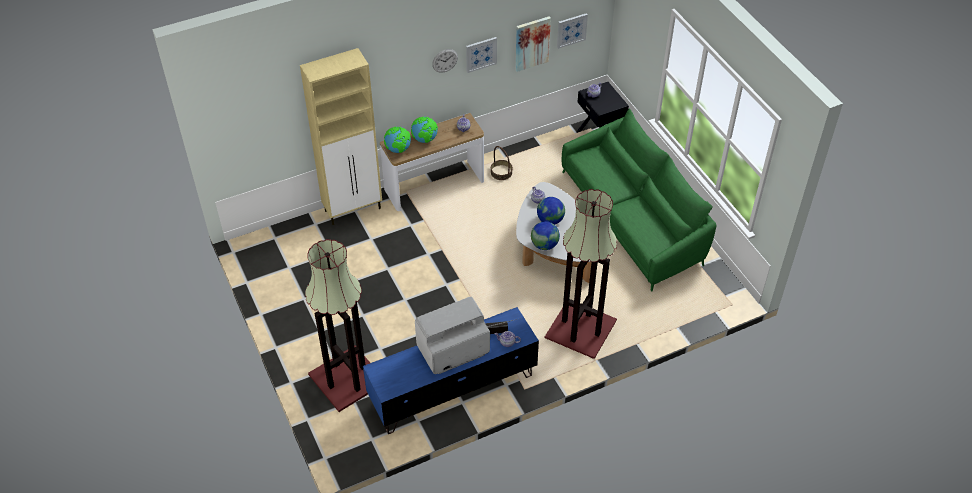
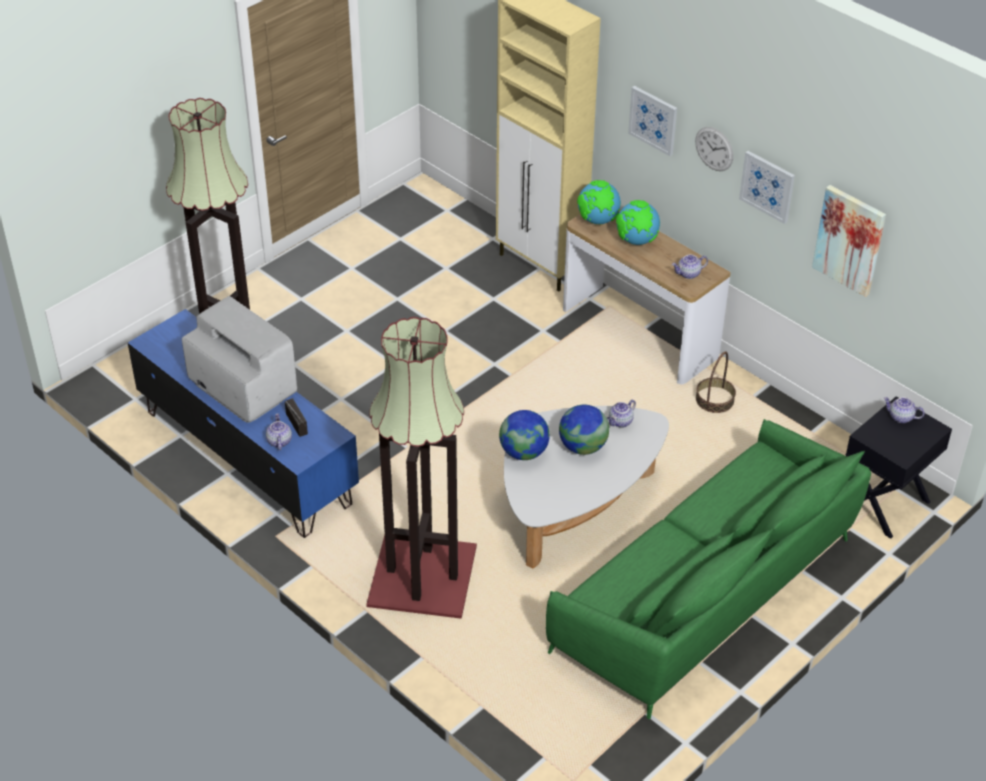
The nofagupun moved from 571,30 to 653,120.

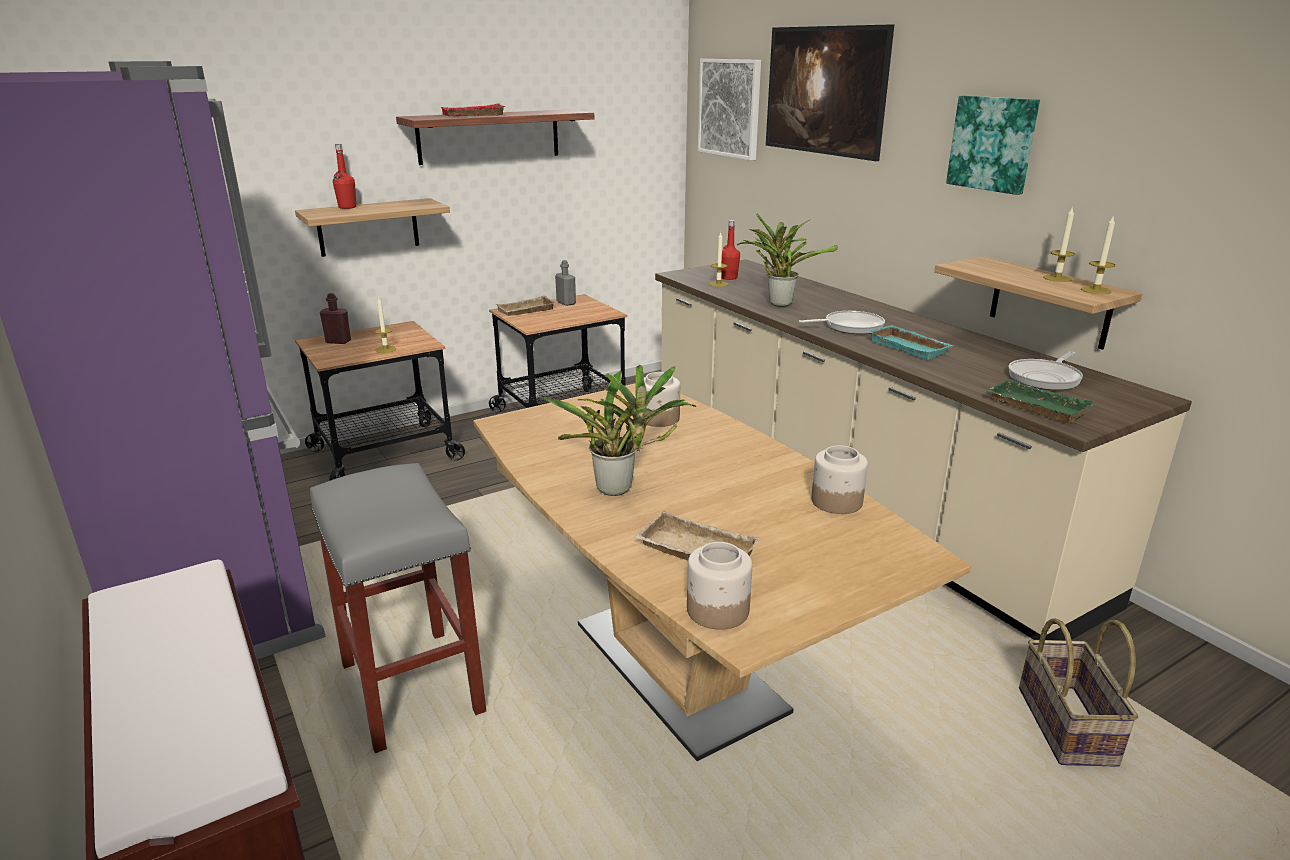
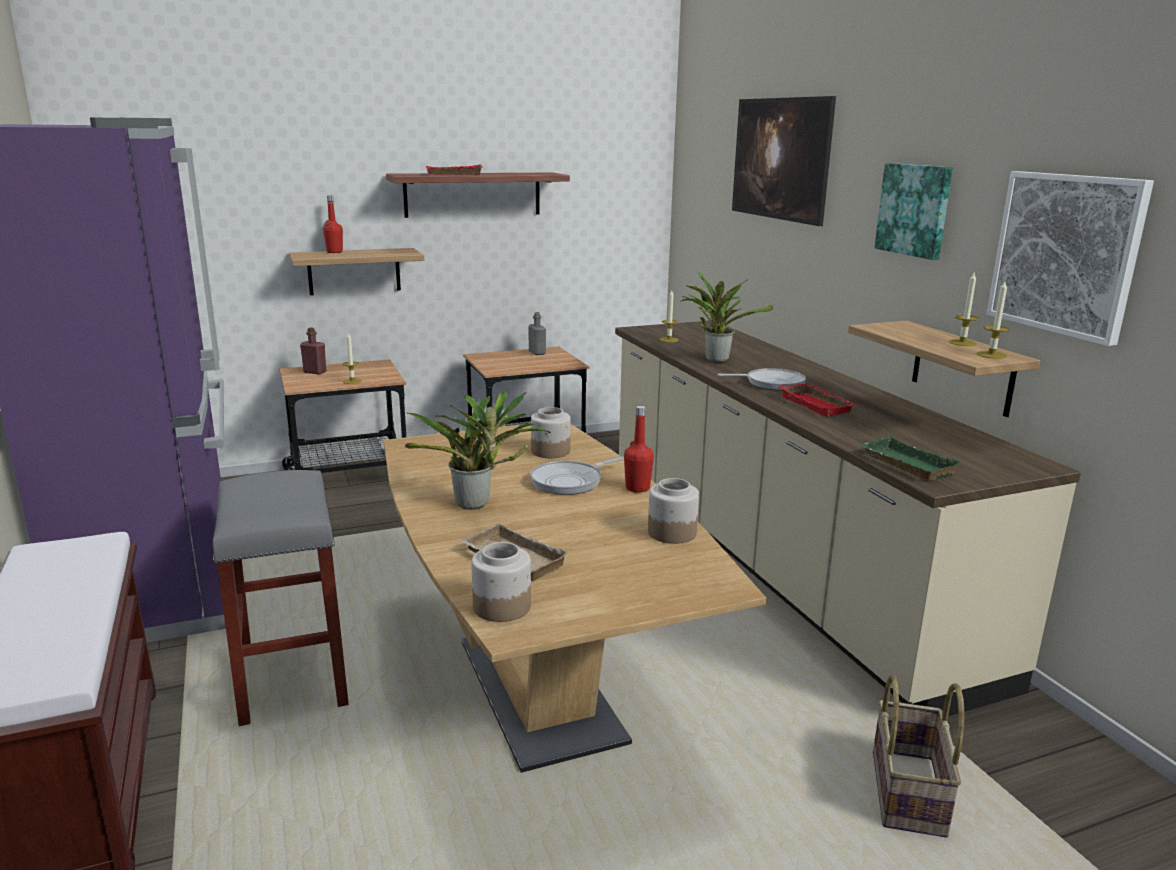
The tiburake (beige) at 526,311 disappeared.
The nofagupun moved from 730,108 to 1065,254.
The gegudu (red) moved from 729,278 to 637,488.
The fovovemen moved from 1046,378 to 570,481.
The tiburake (turquoise) at 910,347 became the tiburake (red) at 818,405.

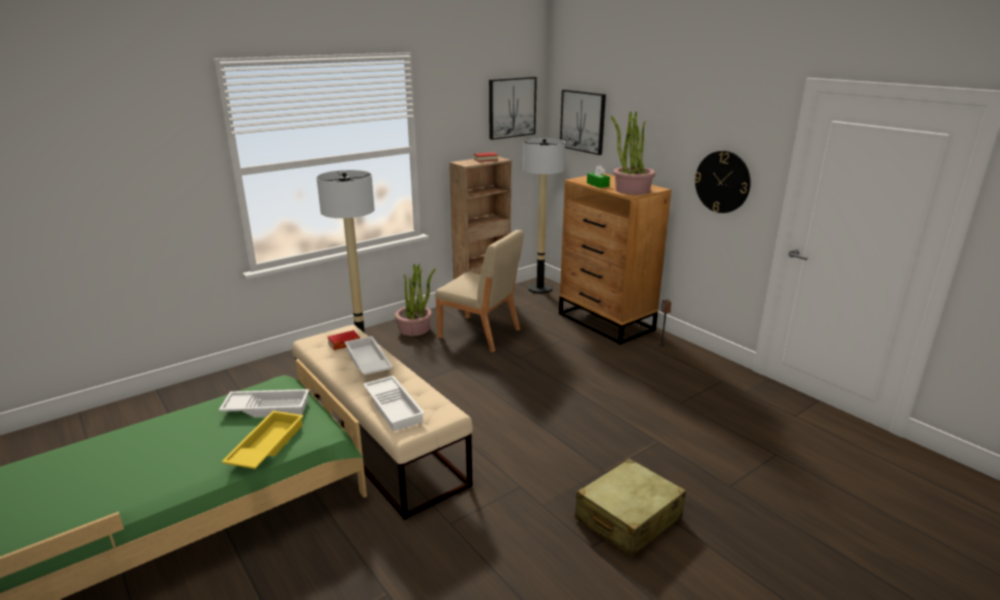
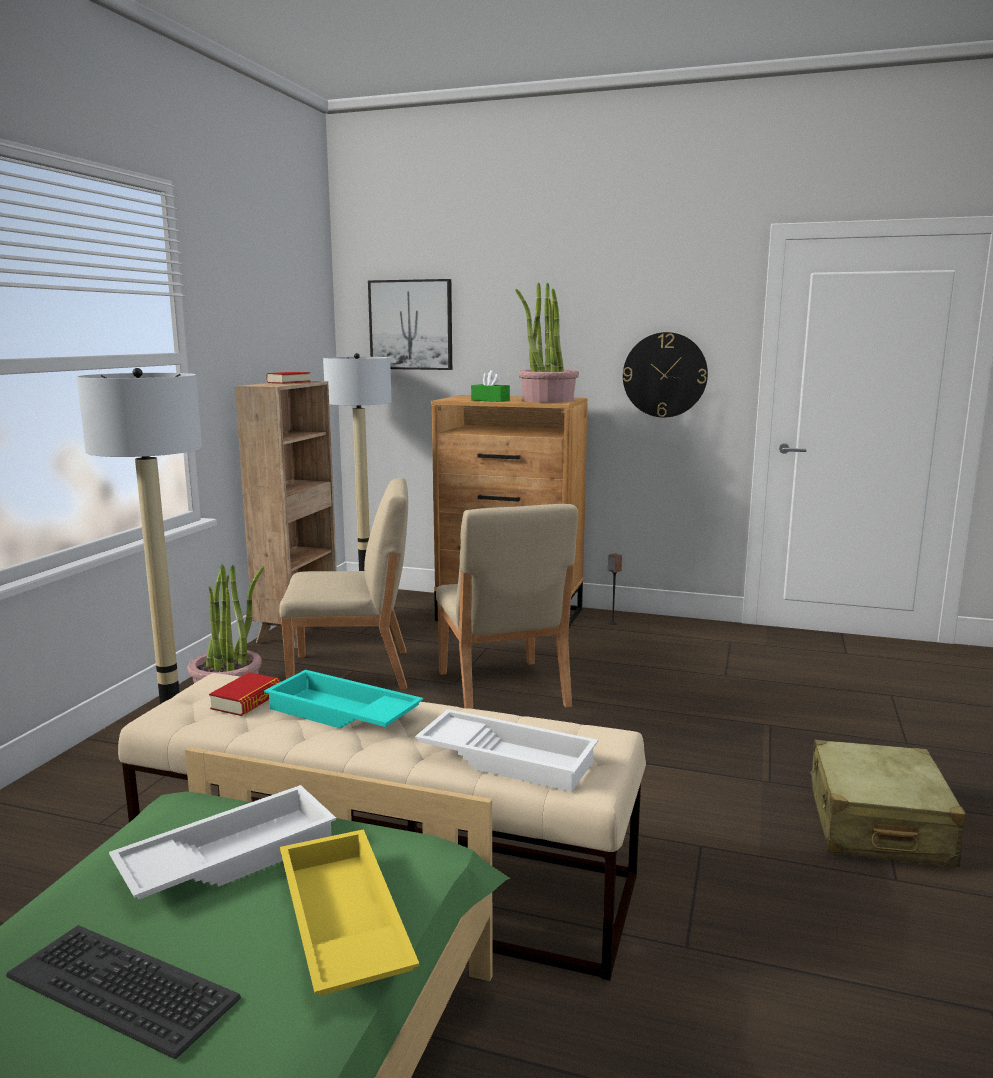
The nofagupun at 511,107 disappeared.
The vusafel at 124,987 appeared.
The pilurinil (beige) at 502,690 appeared.
The tiburake (white) at 367,362 became the tiburake (turquoise) at 340,714.

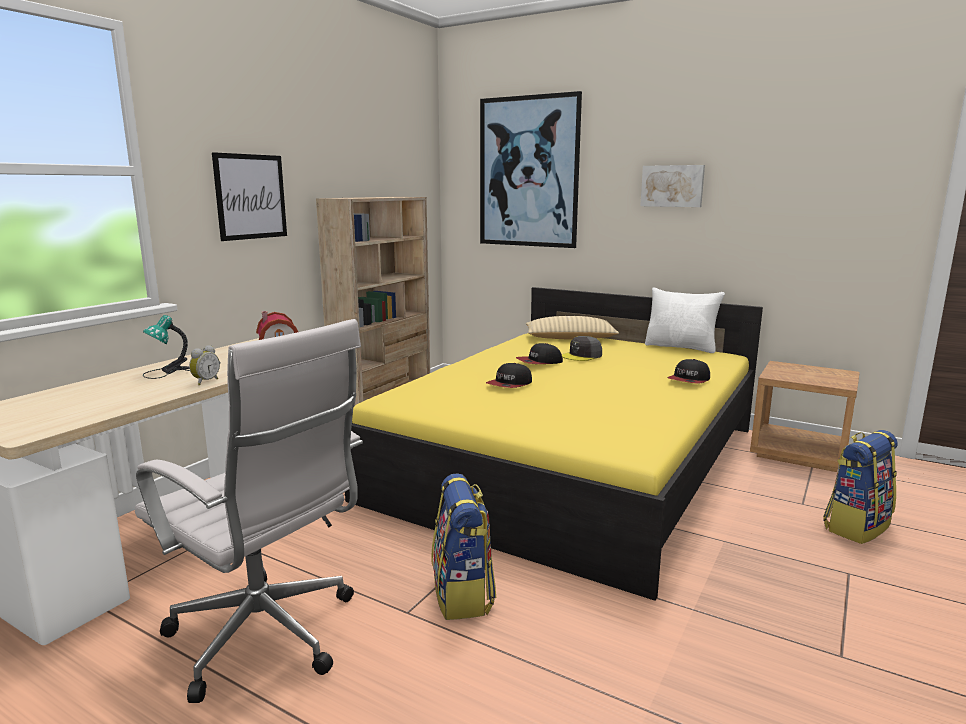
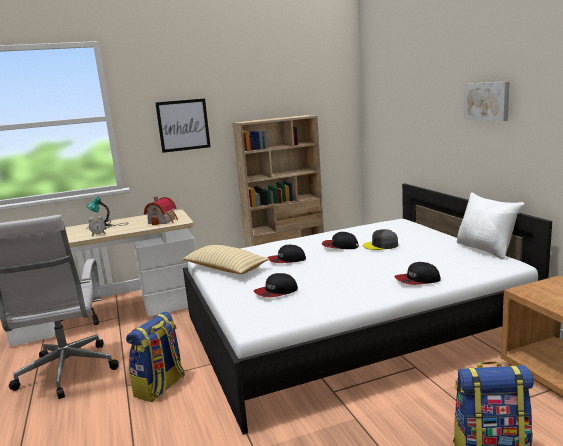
The nofagupun at 528,172 disappeared.
The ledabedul at 276,292 appeared.
The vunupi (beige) moved from 570,338 to 225,268.
The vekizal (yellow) at 572,462 became the vekizal (white) at 348,327.

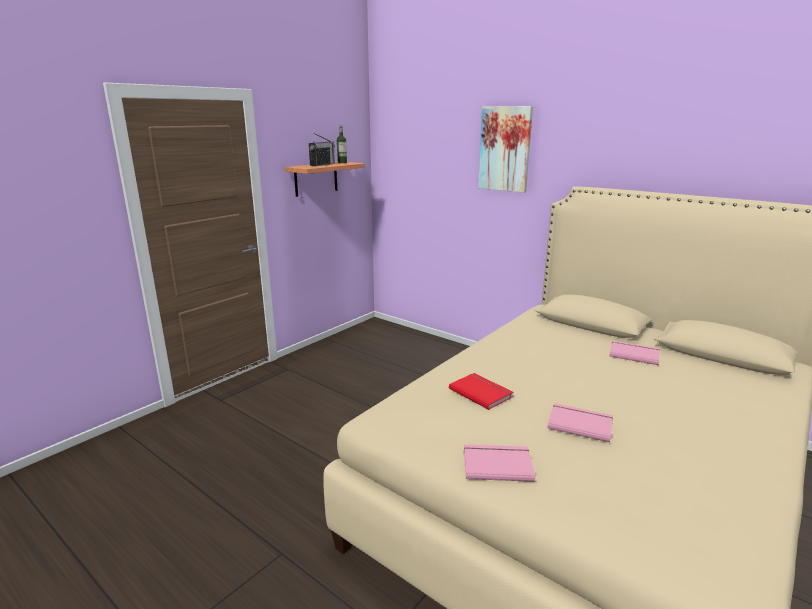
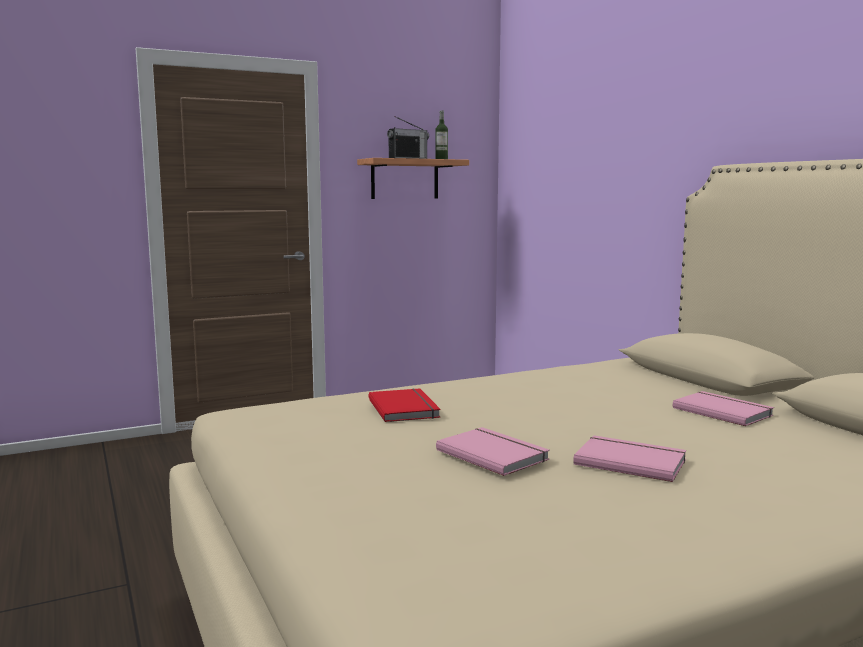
The nofagupun at 505,149 disappeared.
The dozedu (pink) moved from 497,464 to 630,461.

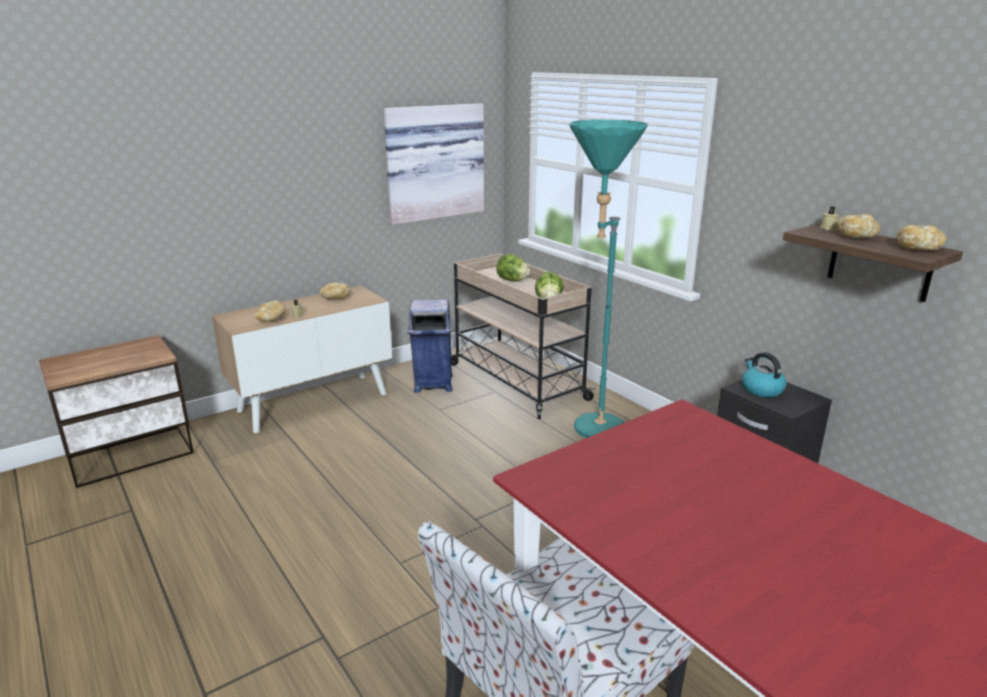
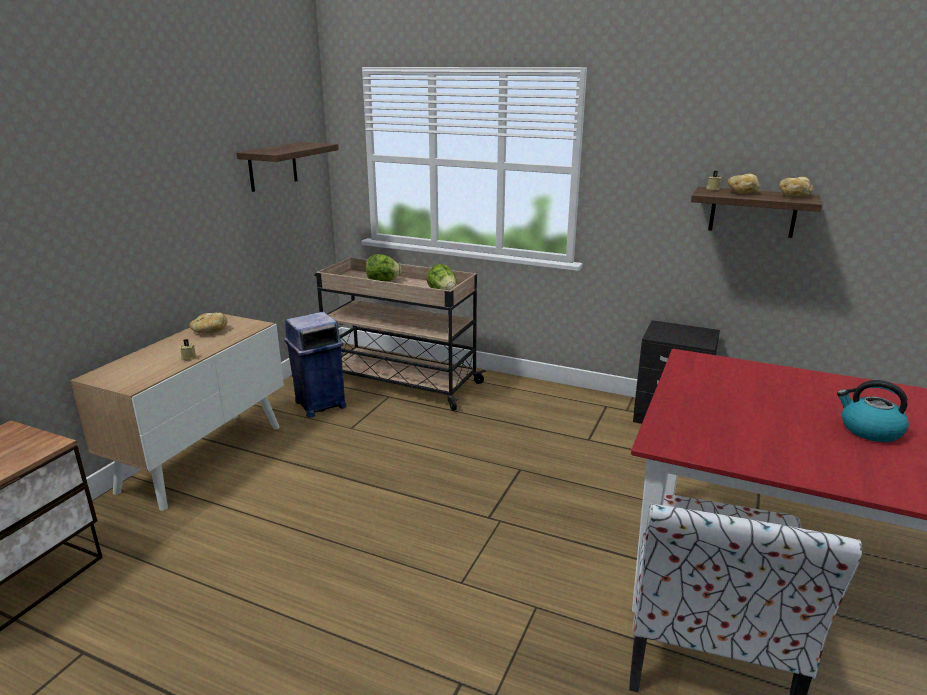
The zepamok at 271,319 disappeared.
The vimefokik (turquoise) at 592,432 disappeared.
The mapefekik moved from 761,389 to 869,430.
The nofagupun at 433,162 was replaced by the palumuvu at 273,166.

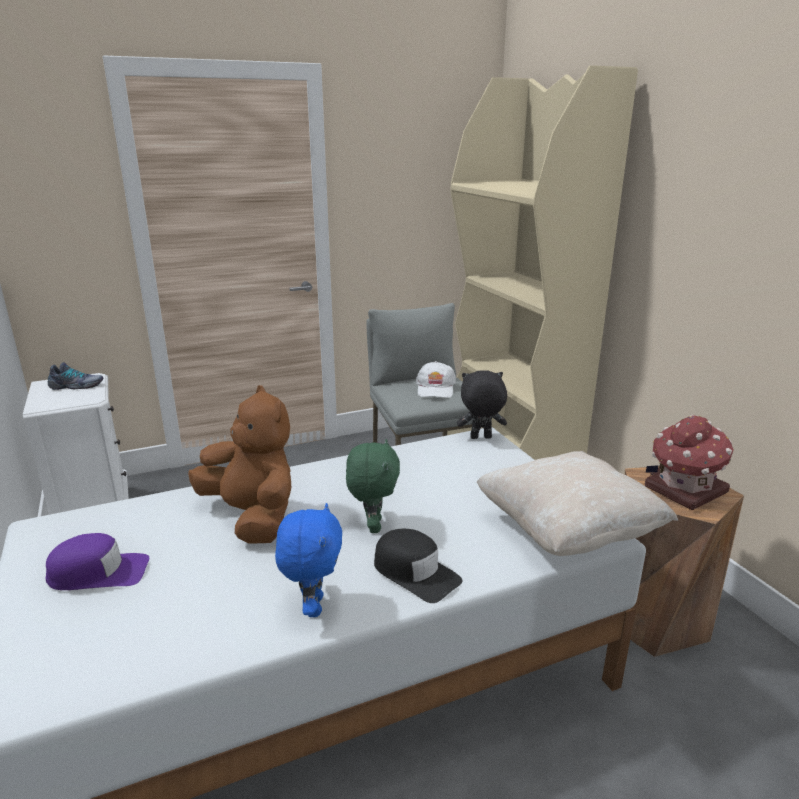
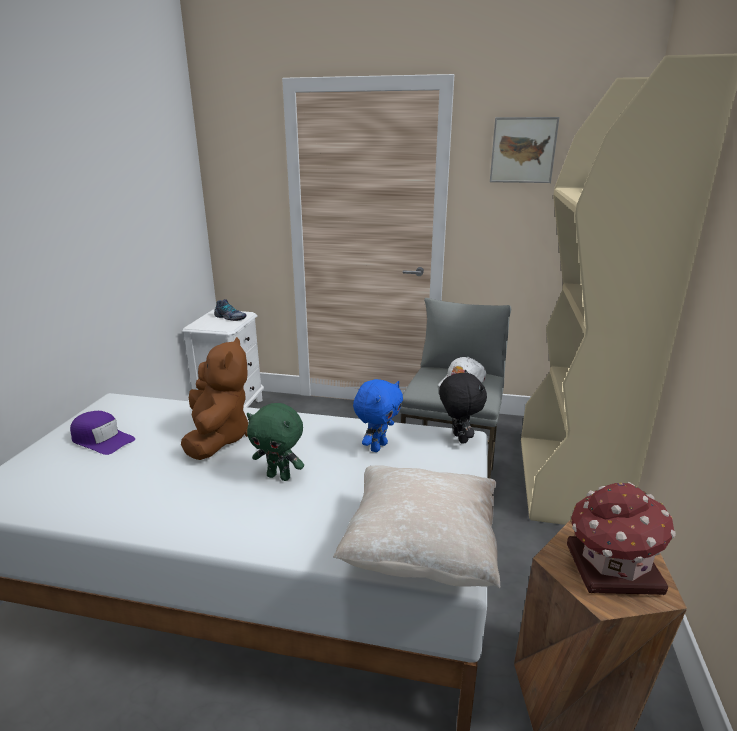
The ledabedul (black) at 415,572 disappeared.
The nofagupun at 523,150 appeared.
The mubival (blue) moved from 312,606 to 377,446.
The mubival (green) at 373,525 turned 75 degrees clockwise.
The mubival (black) at 480,438 turned 45 degrees clockwise.

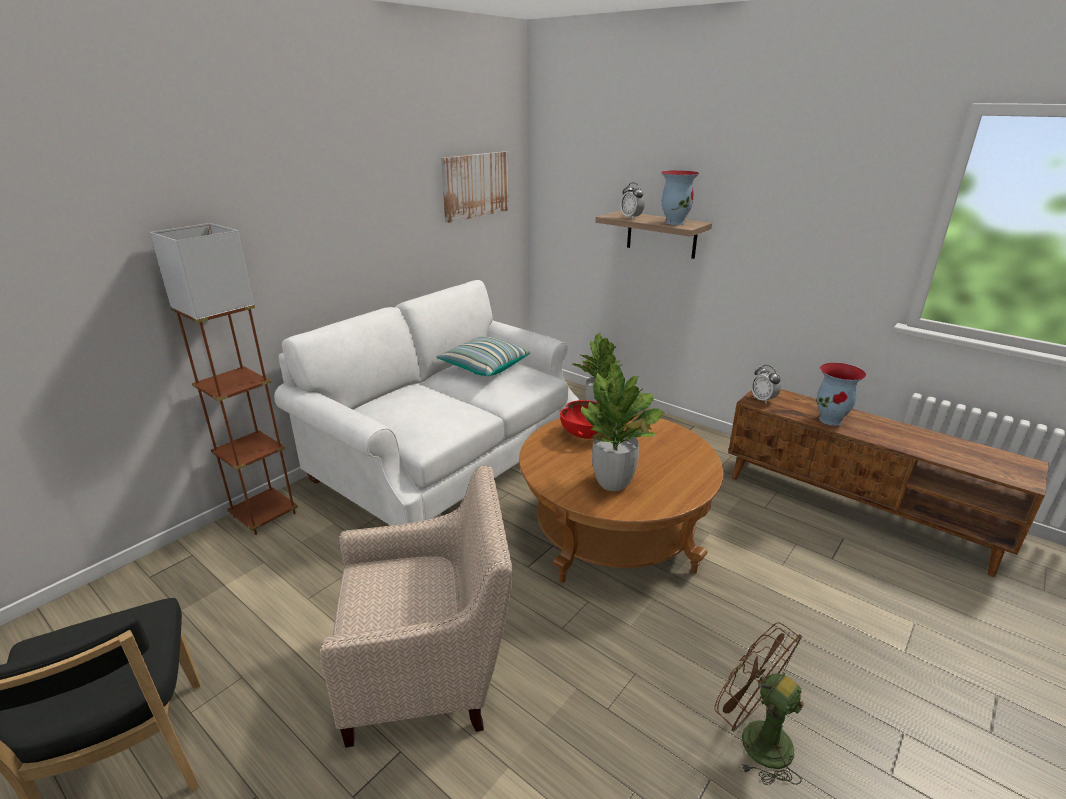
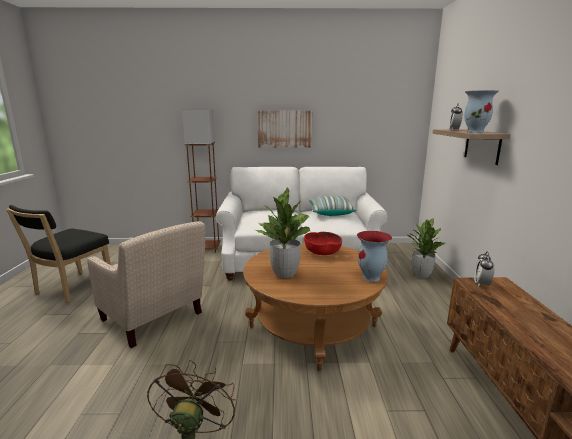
The nofagupun moved from 475,185 to 284,129.
The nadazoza moved from 831,420 to 371,277.

